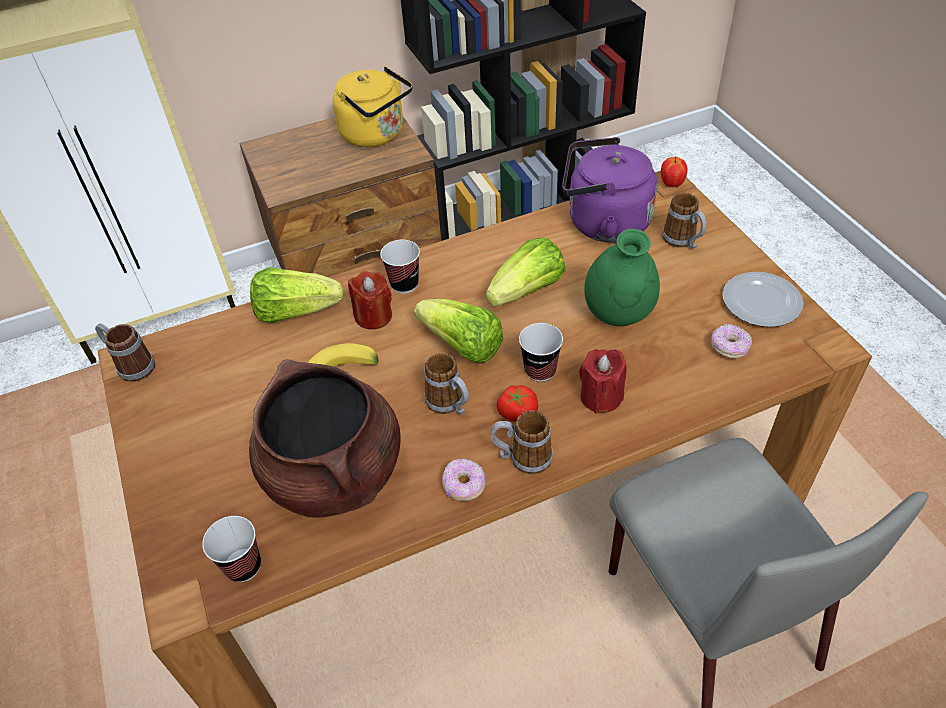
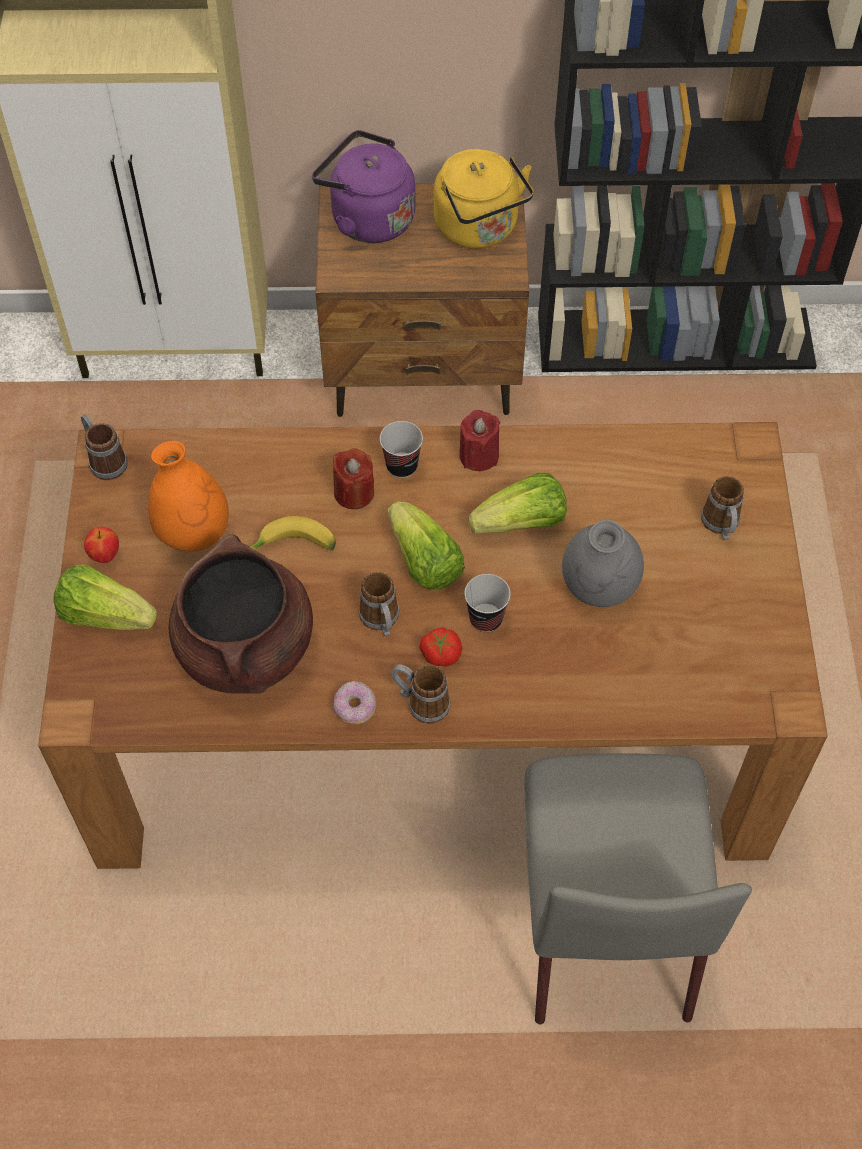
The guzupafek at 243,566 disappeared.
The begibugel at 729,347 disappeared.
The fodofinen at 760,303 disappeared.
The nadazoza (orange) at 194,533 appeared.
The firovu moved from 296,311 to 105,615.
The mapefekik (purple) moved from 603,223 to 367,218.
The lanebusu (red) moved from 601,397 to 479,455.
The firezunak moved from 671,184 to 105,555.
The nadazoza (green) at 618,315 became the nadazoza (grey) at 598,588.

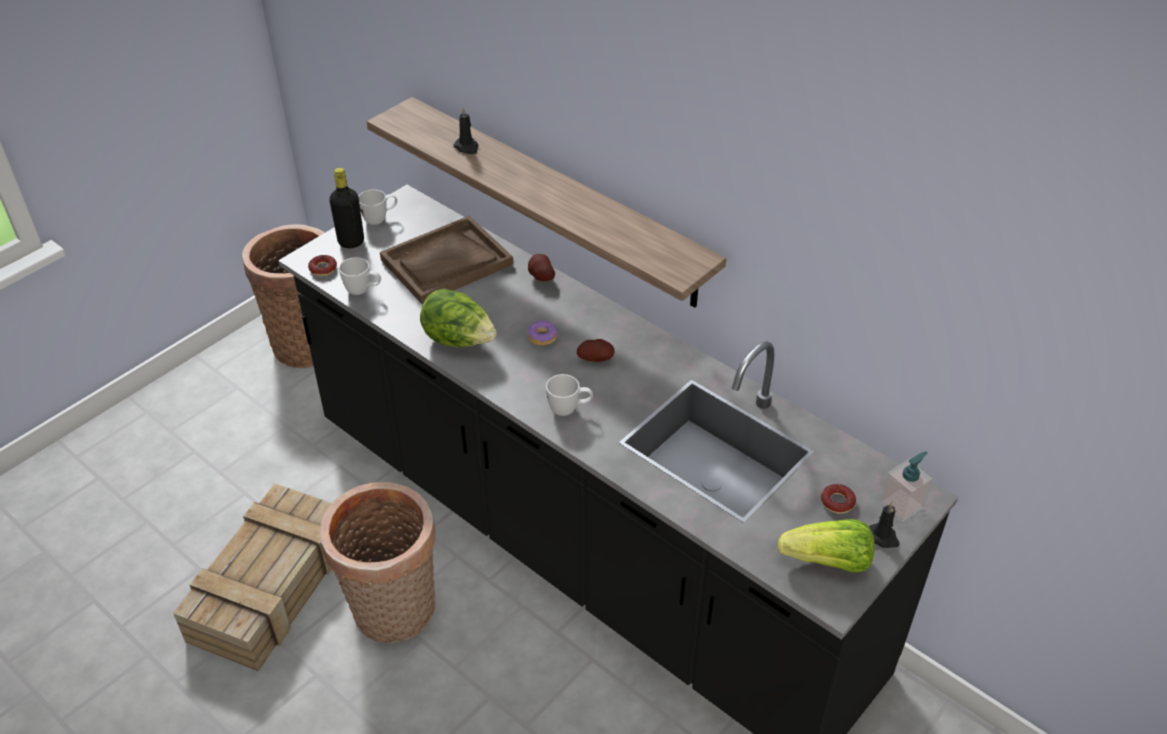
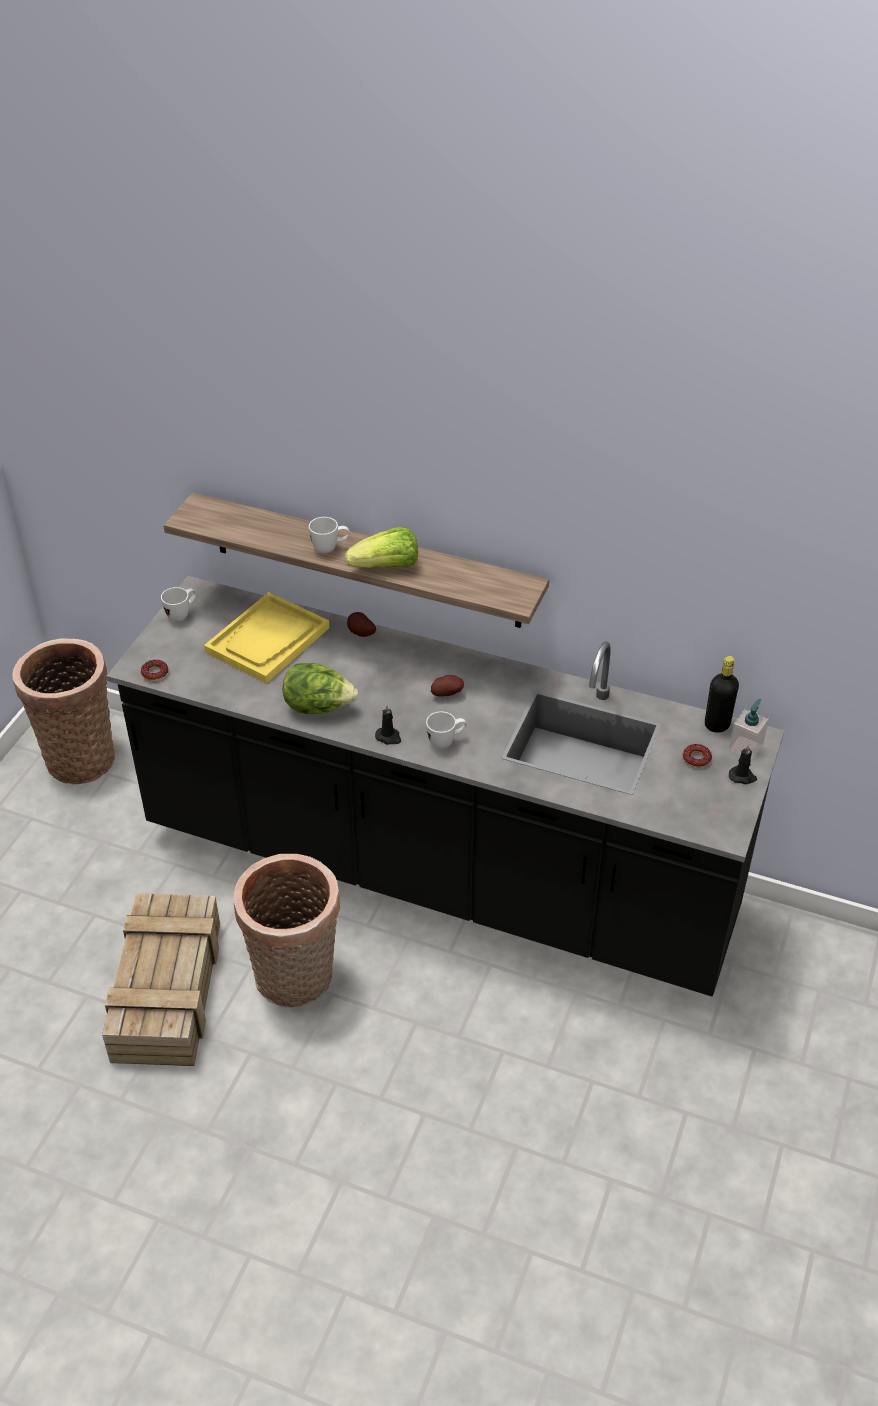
The begibugel at 542,337 disappeared.
The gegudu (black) moved from 351,242 to 717,724.
The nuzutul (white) moved from 363,291 to 330,548.
The lanebusu (black) moved from 467,147 to 389,737.
The firovu moved from 828,562 to 386,567.
The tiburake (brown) at 446,262 became the tiburake (yellow) at 267,640.

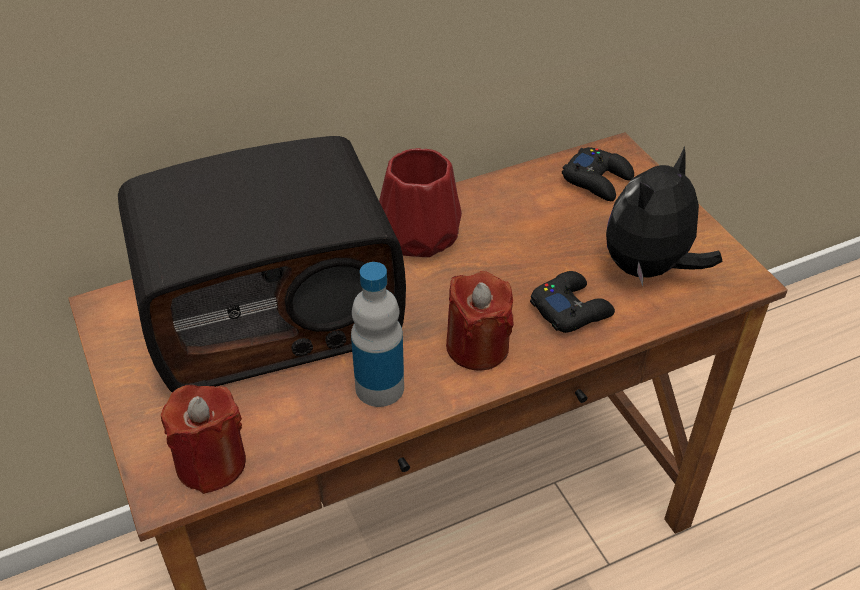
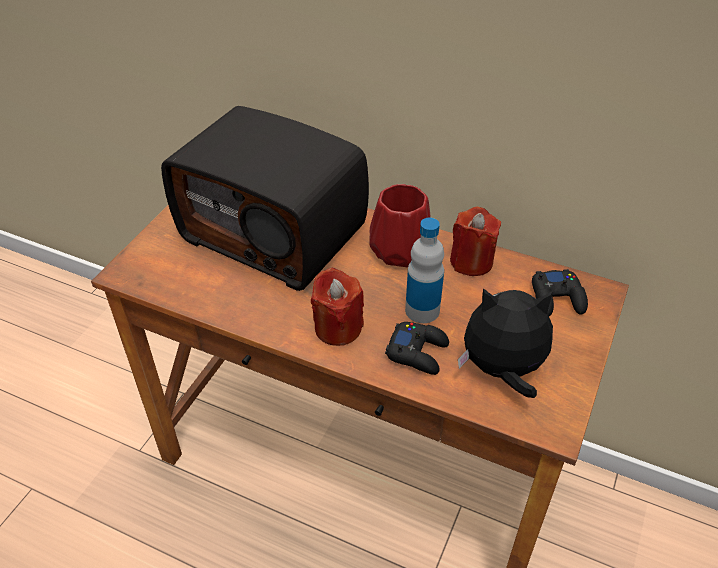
The lanebusu (red) moved from 211,463 to 471,261.
The gegudu moved from 379,387 to 422,310.

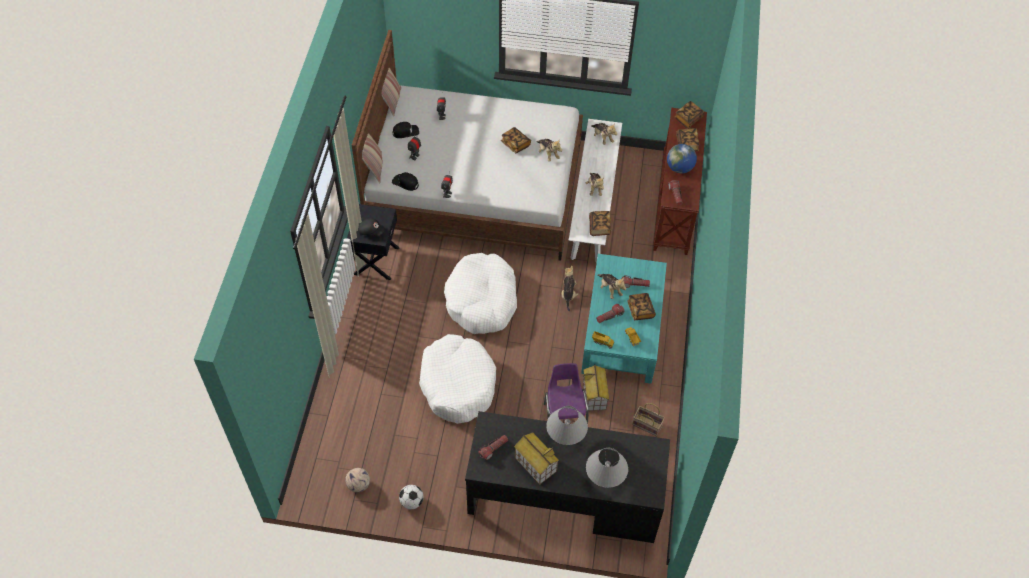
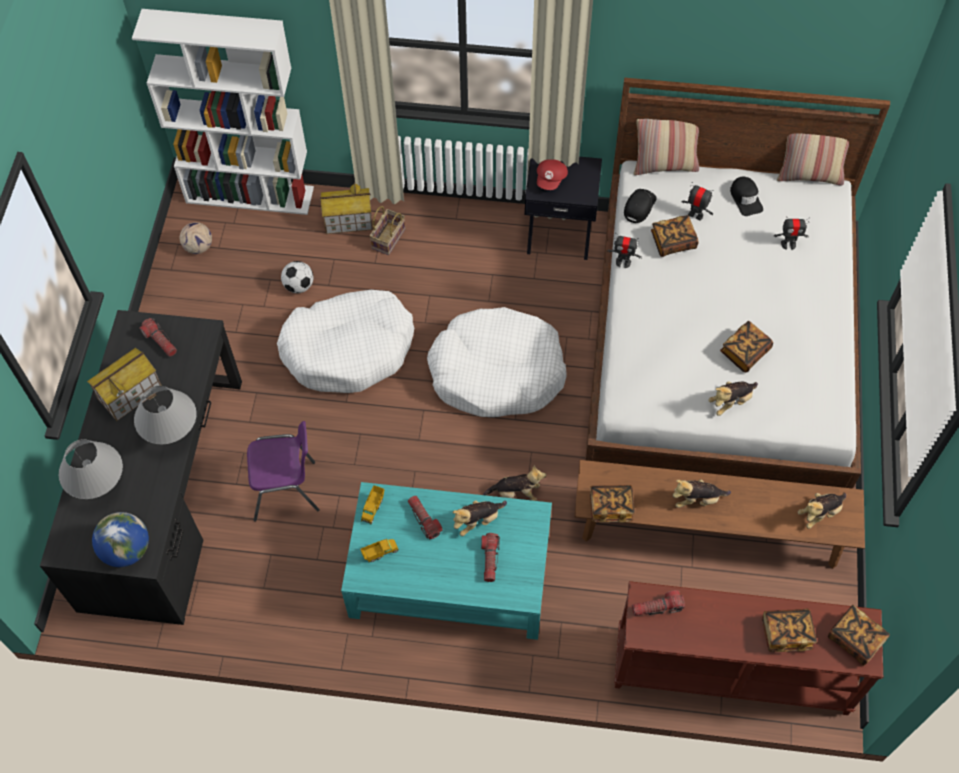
The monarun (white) at 250,194 appeared.
The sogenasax moved from 411,501 to 299,286.
The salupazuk moved from 594,395 to 348,221.
The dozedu moved from 640,310 to 673,242.
The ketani moved from 648,425 to 388,239.
The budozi moved from 679,168 to 127,550.
The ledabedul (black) at 371,231 became the ledabedul (red) at 551,179.
The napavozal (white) at 593,204 became the napavozal (brown) at 709,531.

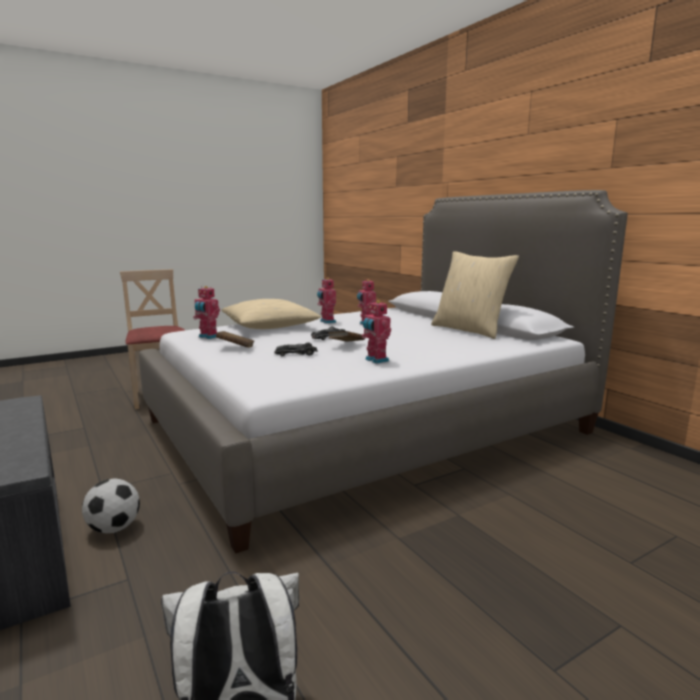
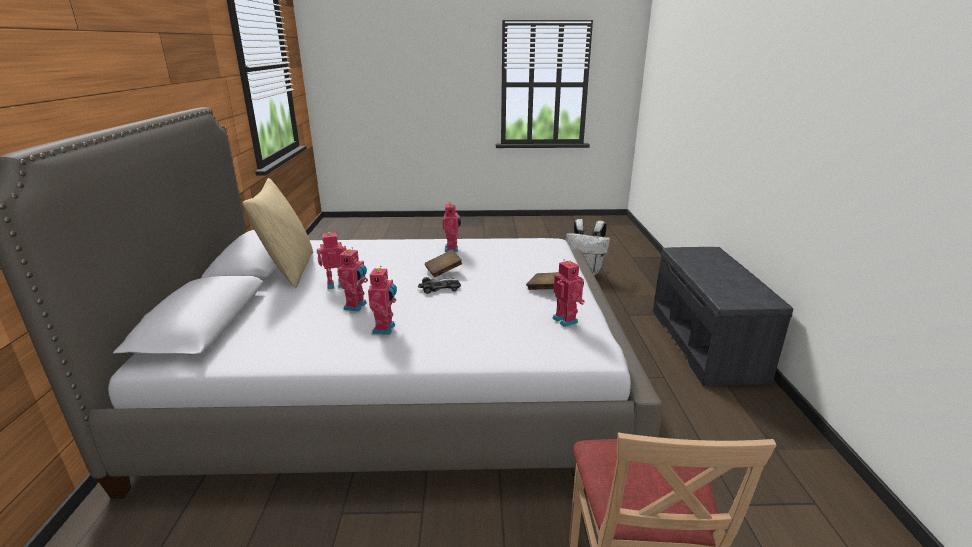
The sogenasax at 114,528 disappeared.
The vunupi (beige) at 270,327 disappeared.
The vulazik at 296,353 disappeared.
The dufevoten at 336,284 appeared.

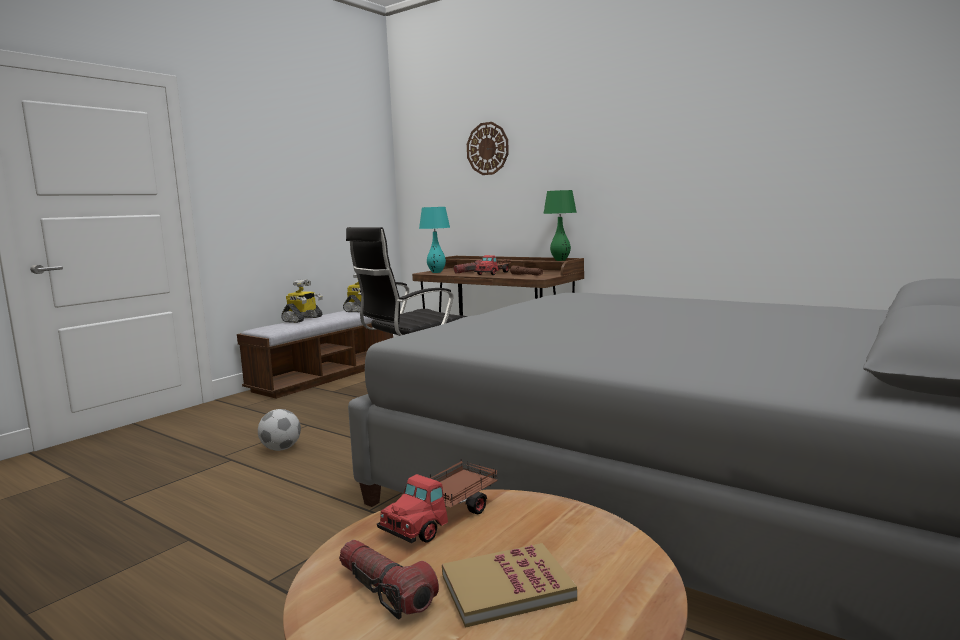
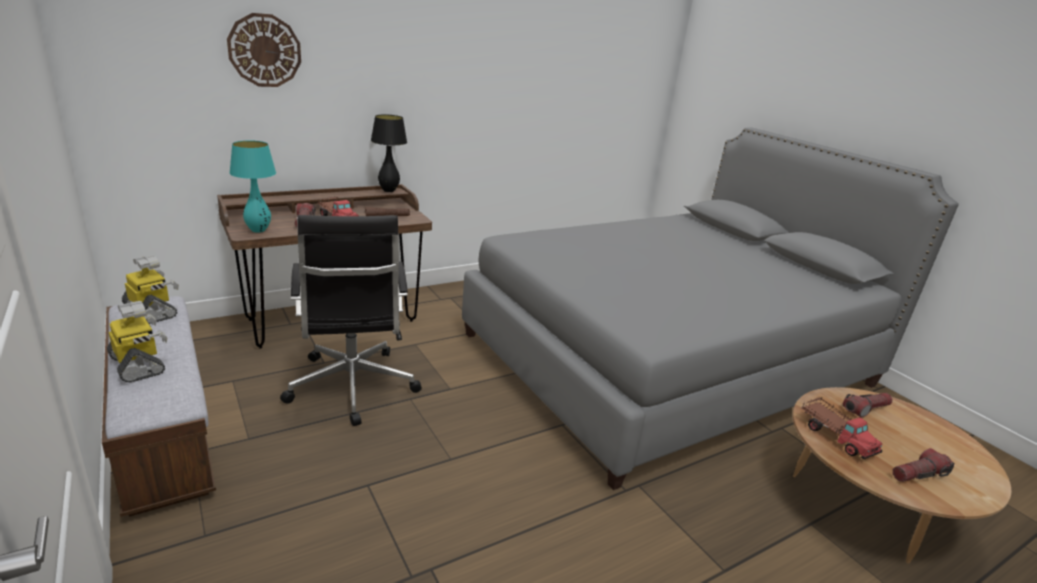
The sogenasax at 281,449 disappeared.
The dozedu at 507,587 disappeared.
The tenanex at 865,409 appeared.
The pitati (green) at 560,260 became the pitati (black) at 389,191.

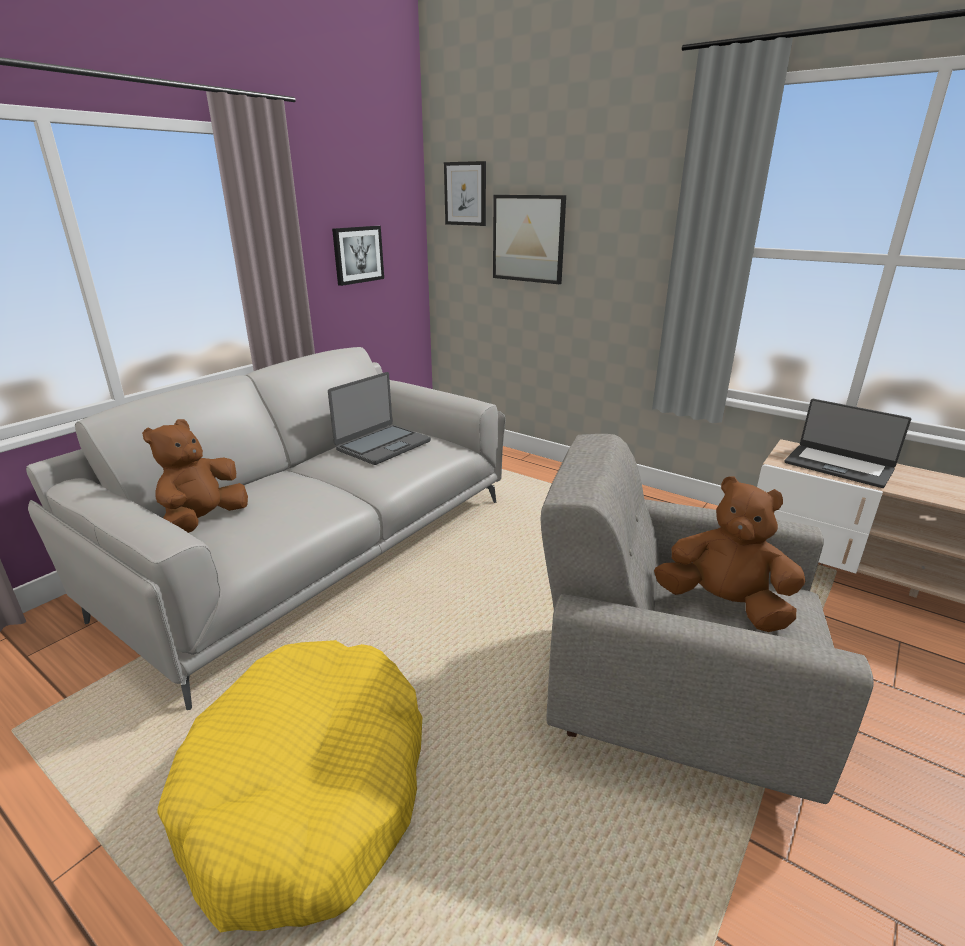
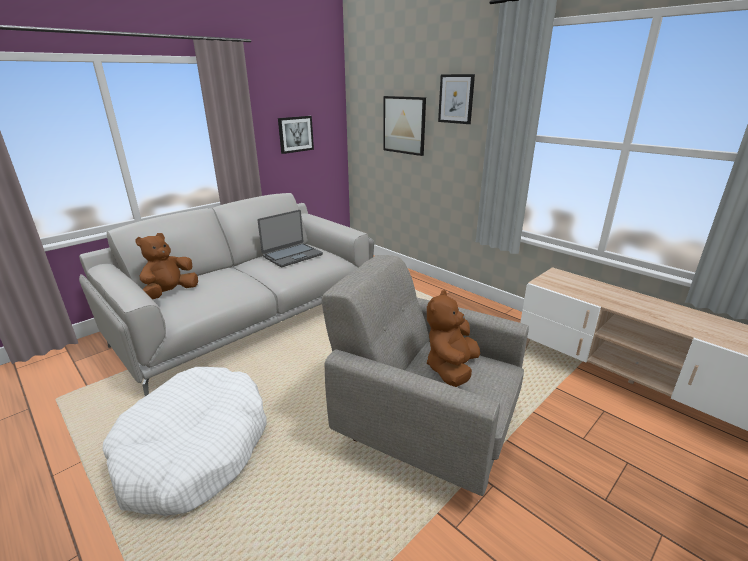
The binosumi at 838,466 disappeared.
The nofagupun moved from 465,194 to 456,99.
The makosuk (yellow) at 309,791 became the makosuk (white) at 194,450.
The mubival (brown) at 724,605 turned 105 degrees counterclockwise.

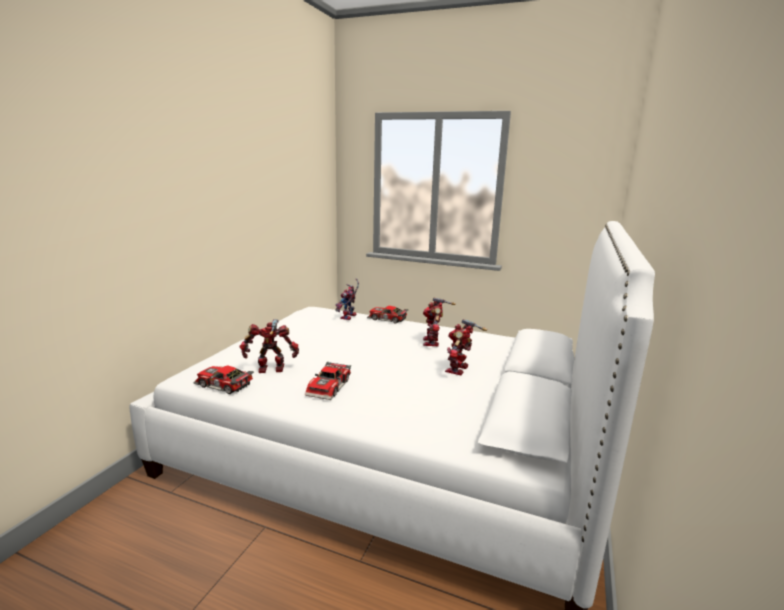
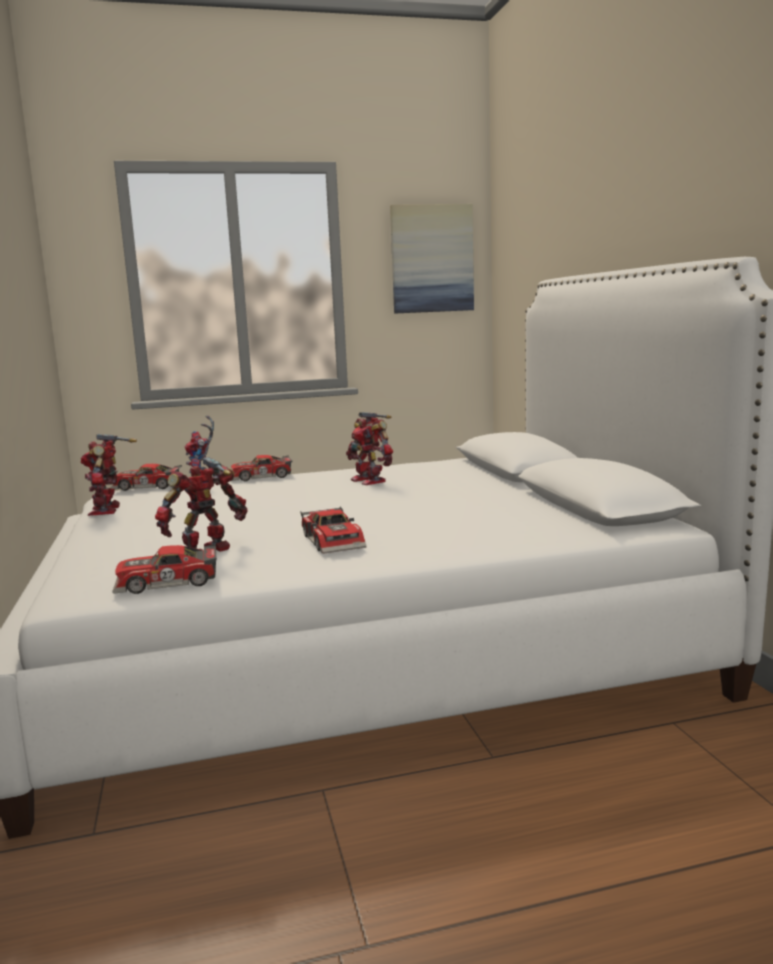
The vulazik at 147,487 appeared.
The nofagupun at 431,259 appeared.
The dufevoten moved from 459,369 to 108,510.

